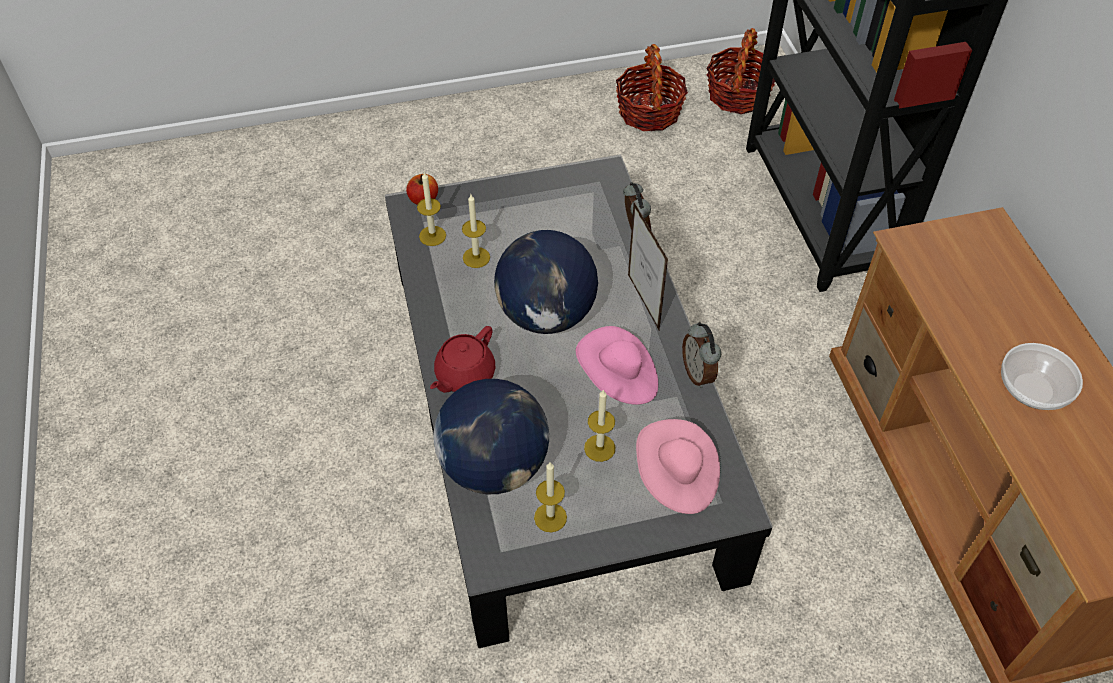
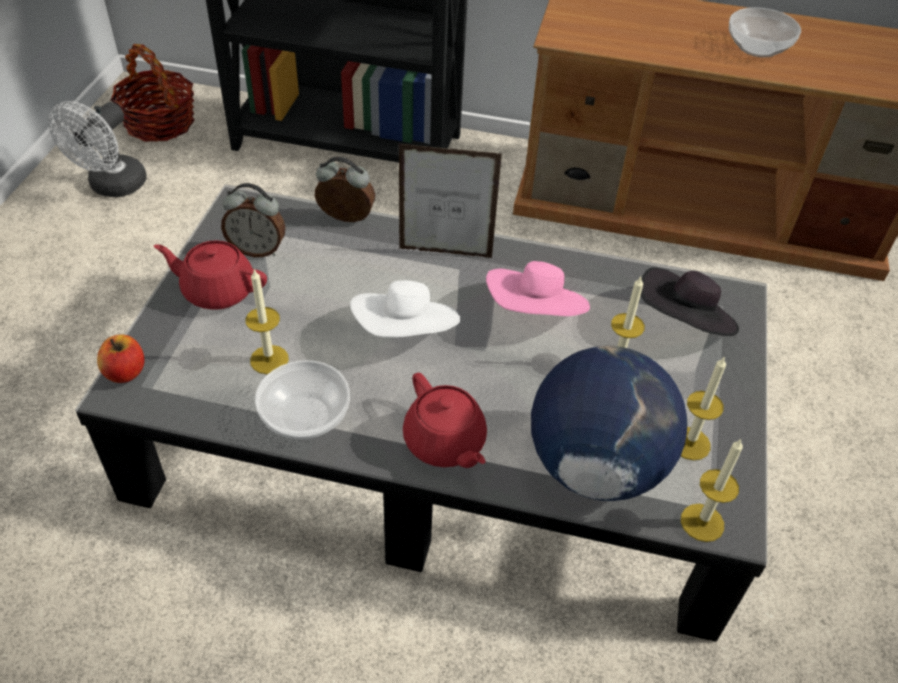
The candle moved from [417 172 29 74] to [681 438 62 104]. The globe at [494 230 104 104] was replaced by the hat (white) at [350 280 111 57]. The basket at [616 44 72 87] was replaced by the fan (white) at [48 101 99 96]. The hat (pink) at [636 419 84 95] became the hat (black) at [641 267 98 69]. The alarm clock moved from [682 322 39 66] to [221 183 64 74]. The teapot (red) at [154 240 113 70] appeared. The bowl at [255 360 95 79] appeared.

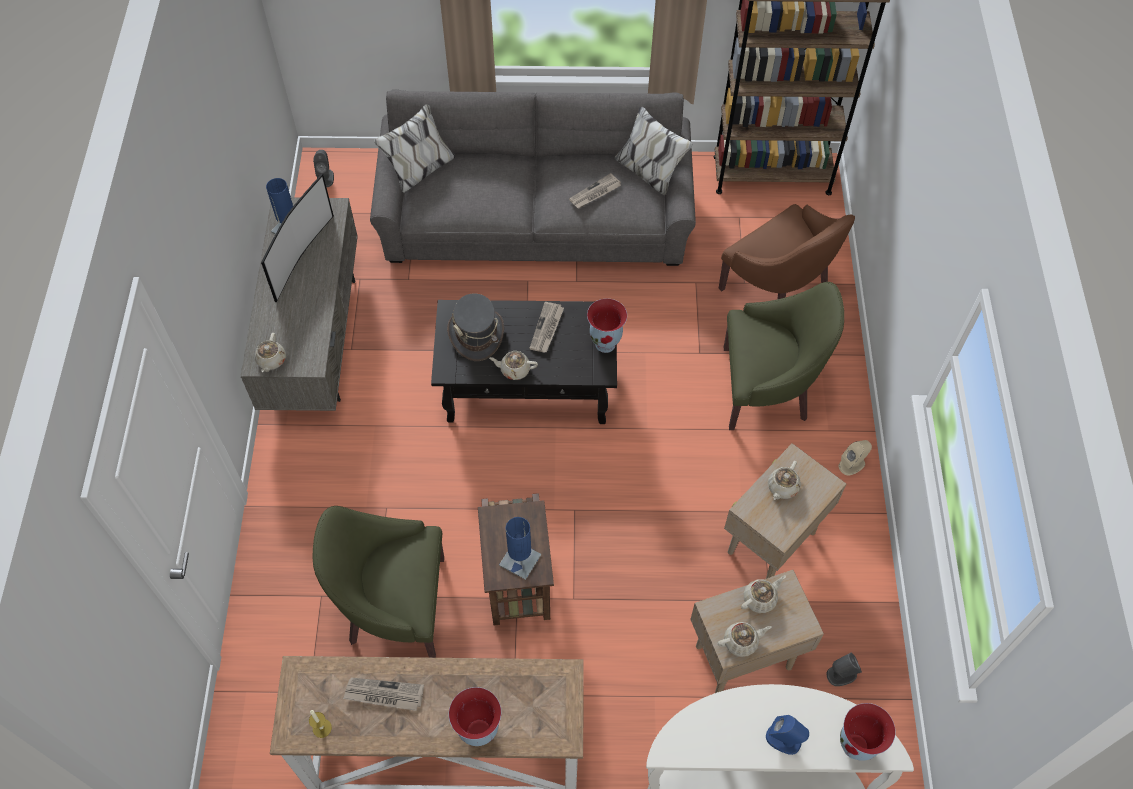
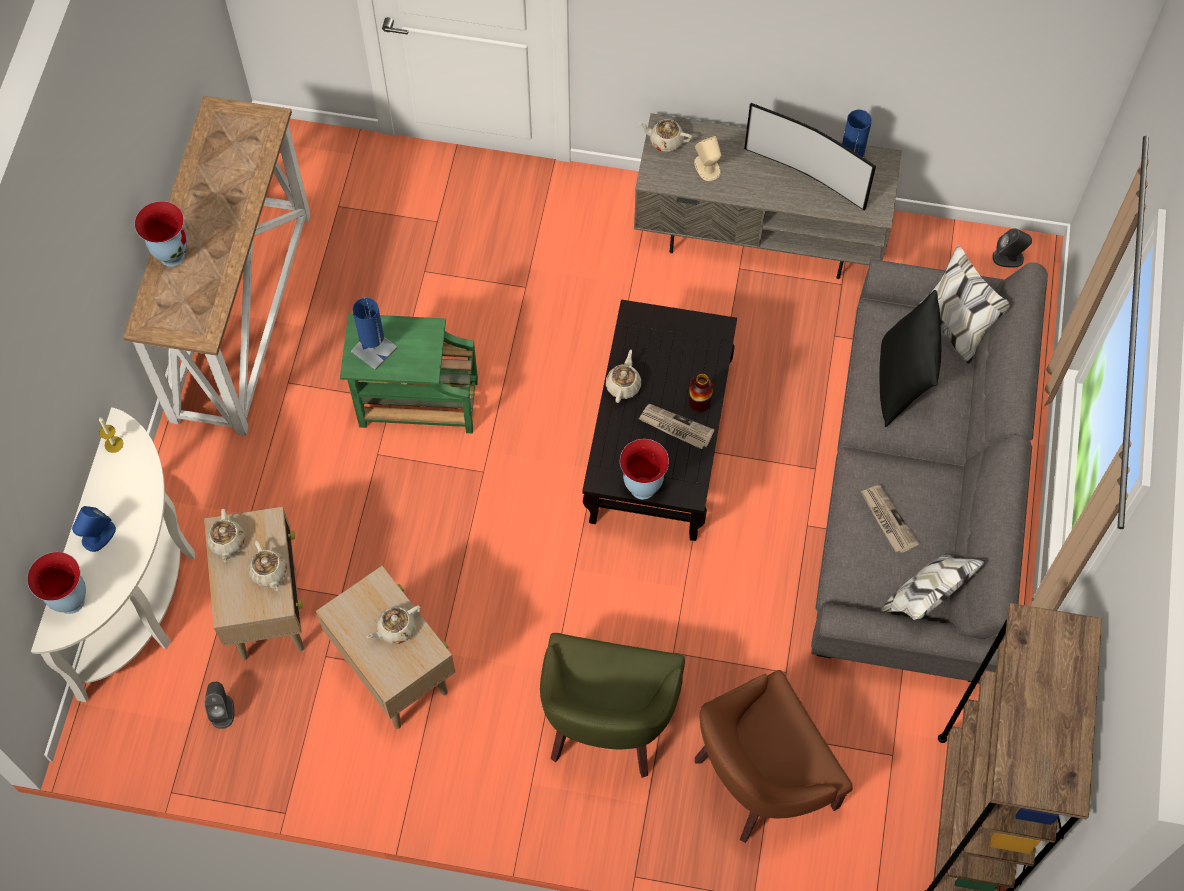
The candle moved from [309 710 23 28] to [99 418 24 35]. The armchair (green) at [313 506 131 152] disappeared. The newspaper at [343 678 81 33] disappeared. The hat (grey) at [447 293 57 68] disappeared. The side table (brown) at [478 493 76 132] became the side table (green) at [340 314 138 119]. The teapot (beige) at [768 461 33 39] turned 75 degrees counterclockwise. The speaker (beige) moved from [839 440 33 36] to [694 136 27 45]. The vase at [689 374 24 39] appeared. The pillow (black) at [879 290 62 137] appeared.

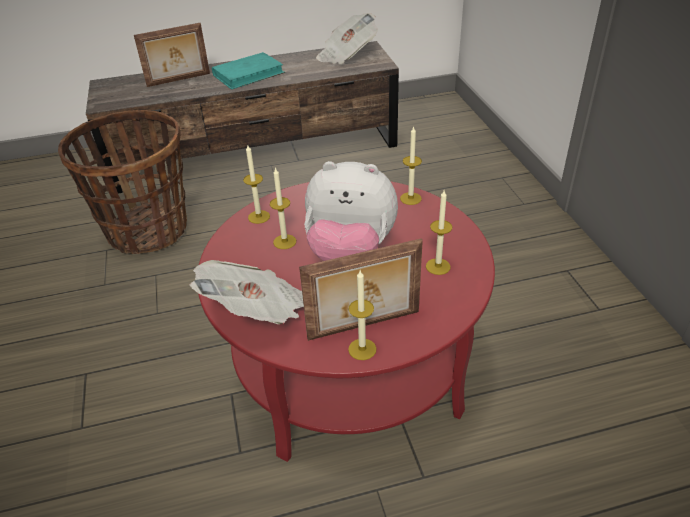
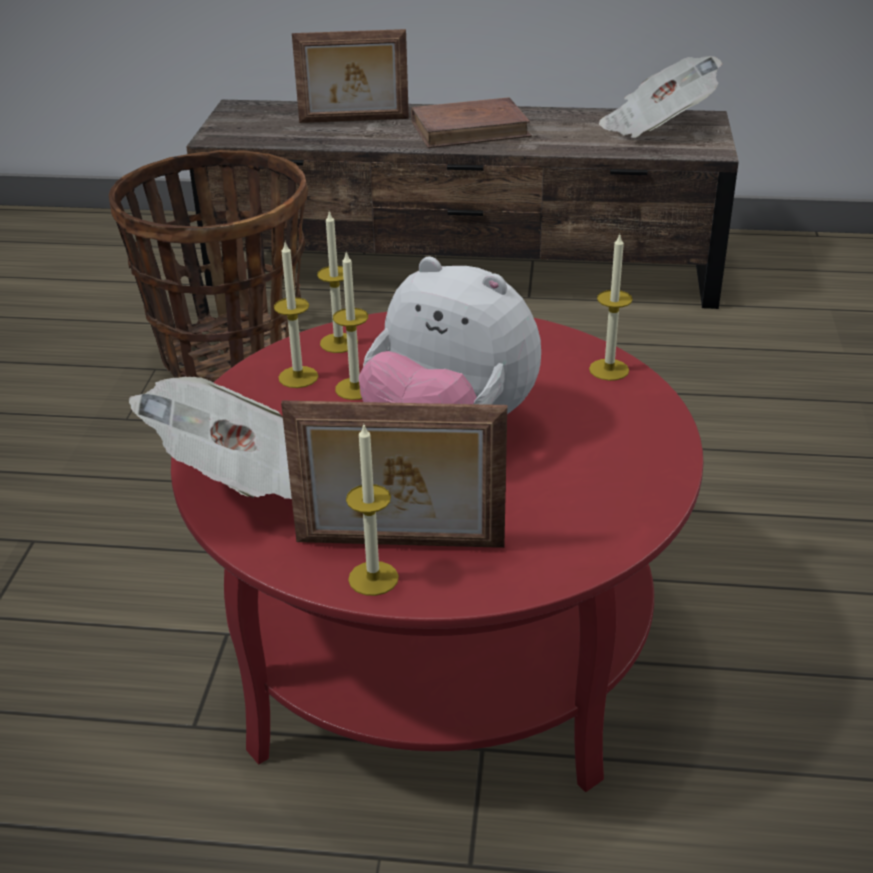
The book (turquoise) at [212 52 73 38] became the book (brown) at [411 97 121 51]. The candle moved from [426 190 26 85] to [274 243 45 145].

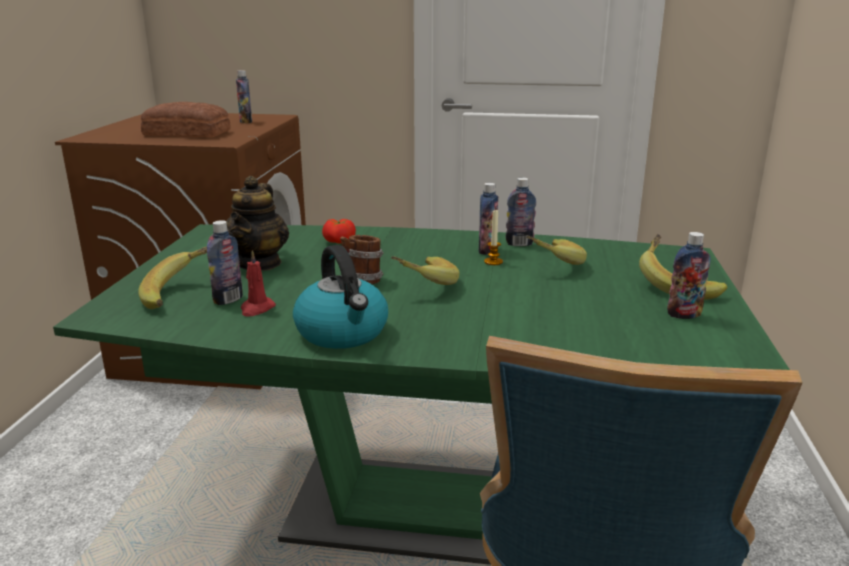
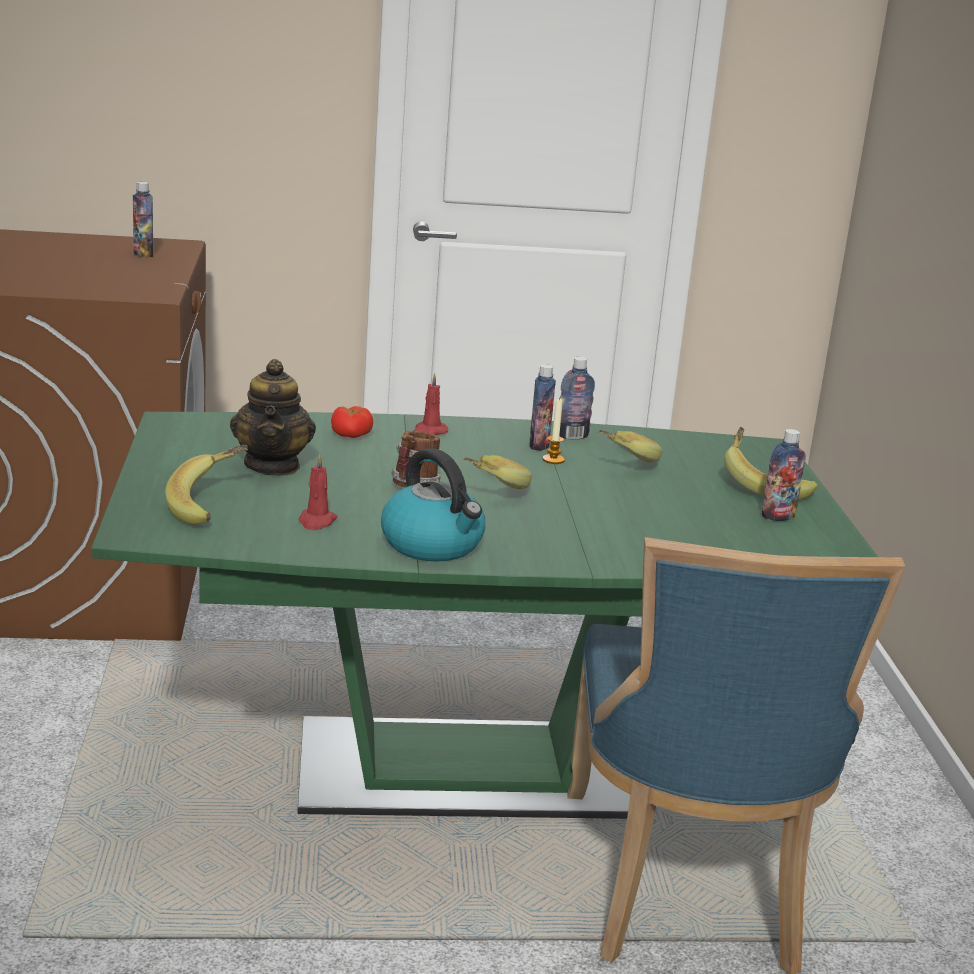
The bread at [141 102 90 35] disappeared. The bottle at [207 220 36 85] disappeared. The candle (red) at [413 373 35 62] appeared.

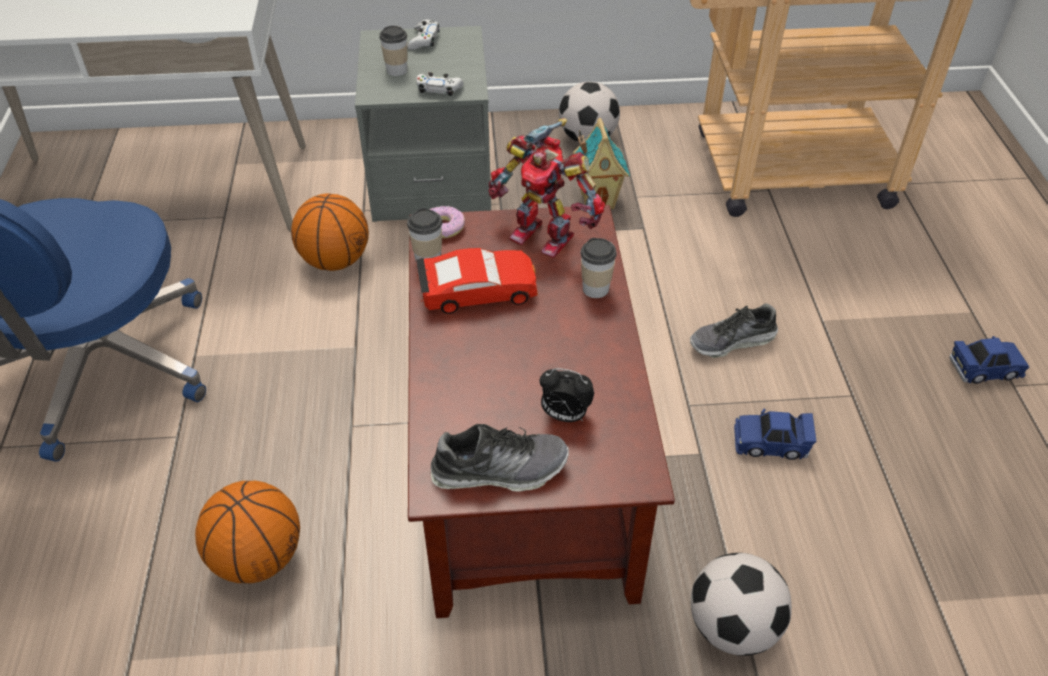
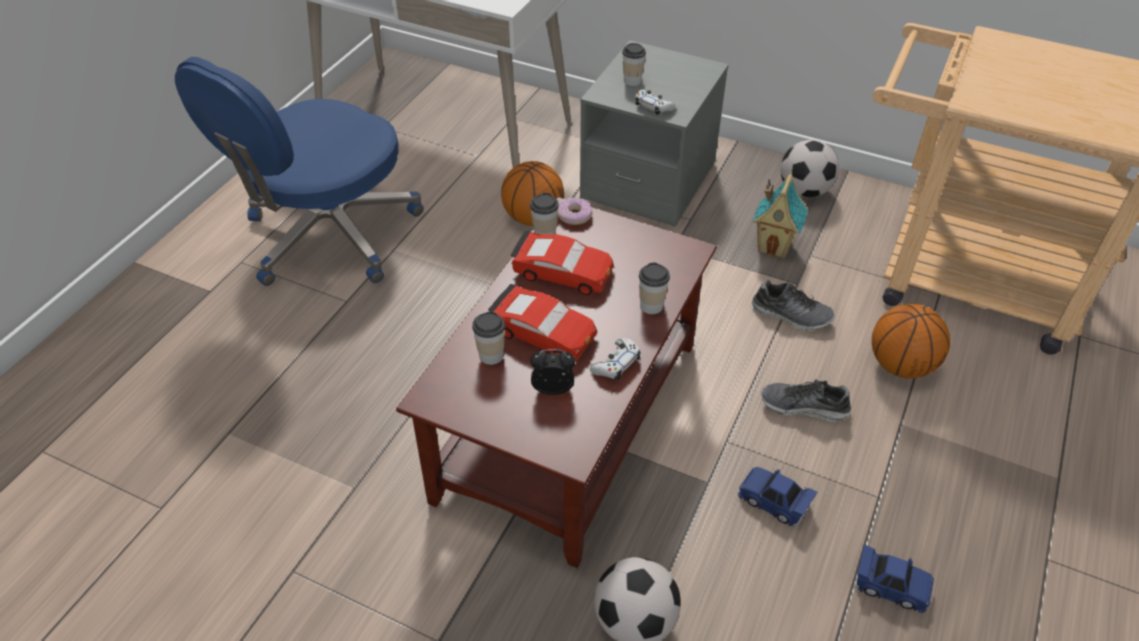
The basketball moved from [195 481 105 102] to [872 304 78 75]. The game controller (white) moved from [407 20 32 30] to [590 338 51 42]. The shoe moved from [431 424 138 68] to [751 280 83 51]. The toy robot at [488 118 117 140] disappeared. The alarm clock at [540 368 54 54] turned 135 degrees clockwise. The toy car (blue) moved from [950 336 79 48] to [855 544 79 69]. The cup at [472 311 33 54] appeared. The toy car (red) at [488 284 109 77] appeared.

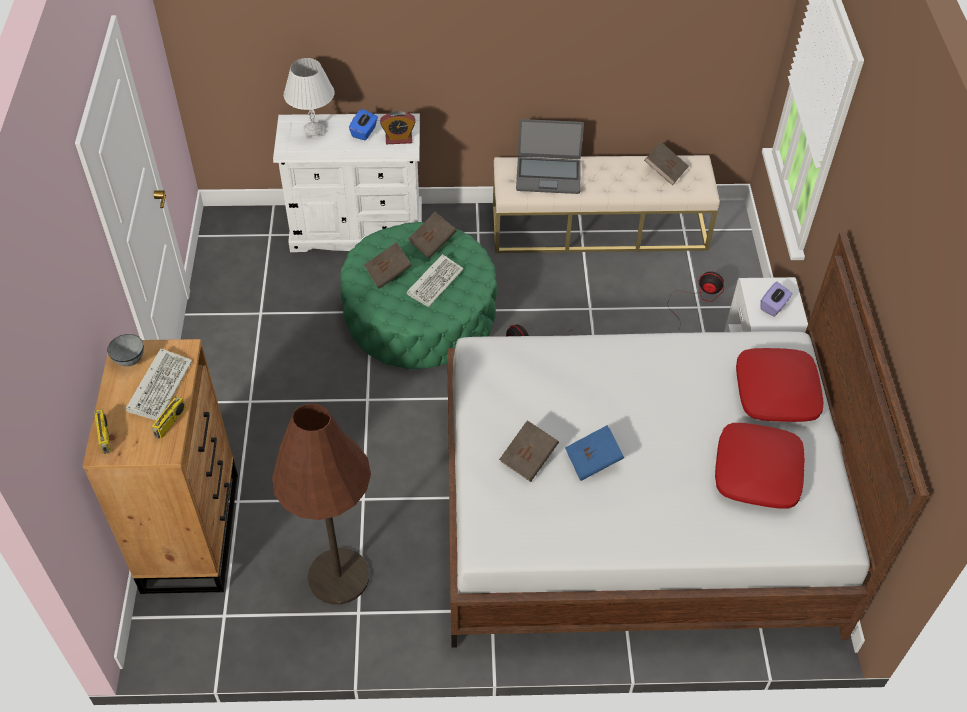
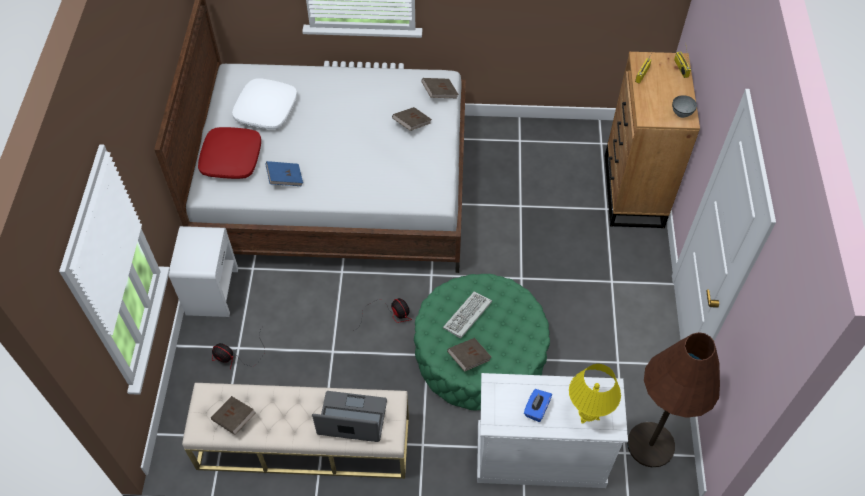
The keyboard at [126 348 67 72] disappeared. The floor lamp (brown) moved from [272 404 99 200] to [627 332 93 136]. The table lamp (white) at [284 58 50 81] became the table lamp (yellow) at [569 364 52 60]. The book (brown) moved from [364 242 48 47] to [421 78 38 20]. The alarm clock at [380 111 36 33] disappeared. The book (blue) moved from [565 425 59 56] to [265 161 38 25]. The pillow (red) at [715 423 90 86] became the pillow (white) at [232 78 65 51]. The tissue box (purple) at [760 282 33 35] disappeared.

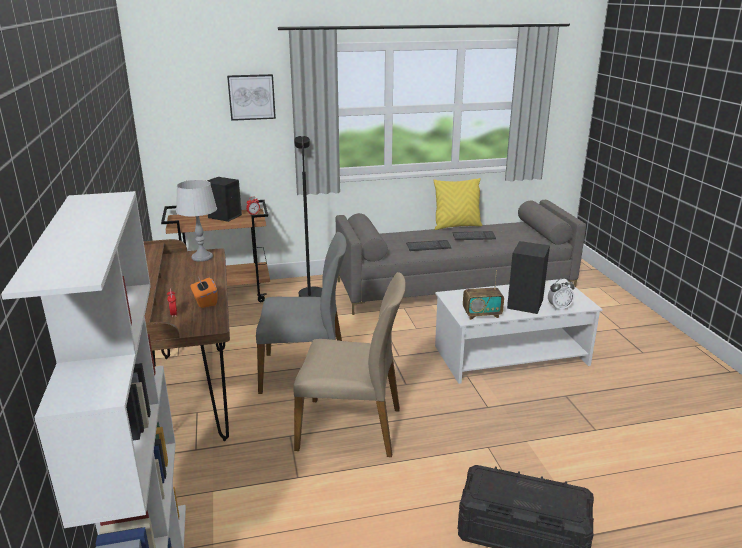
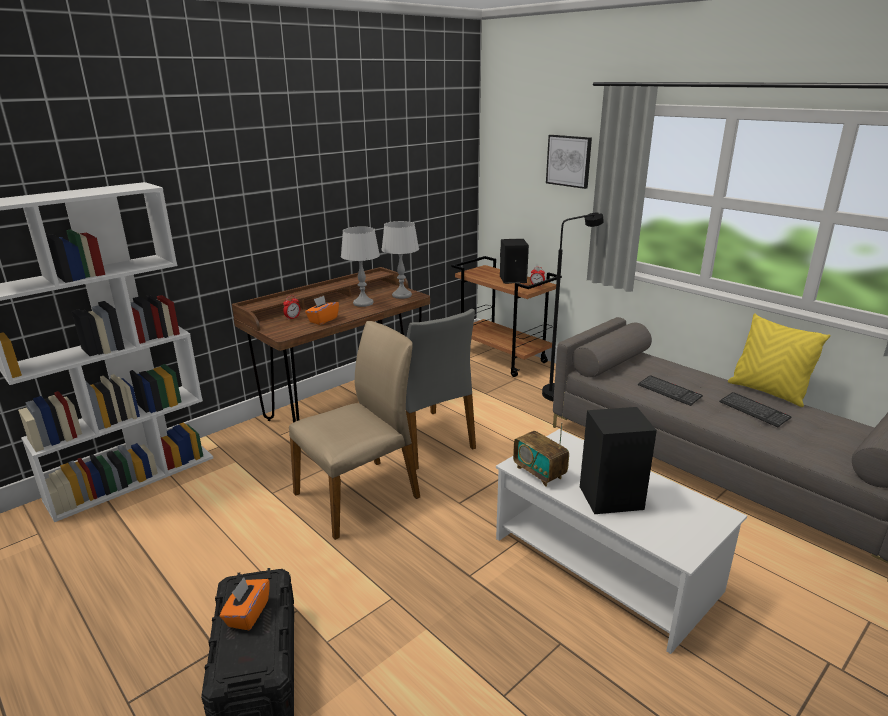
The chair (beige) at [293 272 113 185] turned 105 degrees counterclockwise. The alarm clock at [548 278 27 32] disappeared. The tissue box (orange) at [220 577 50 53] appeared. The table lamp (grey) at [341 227 39 80] appeared.

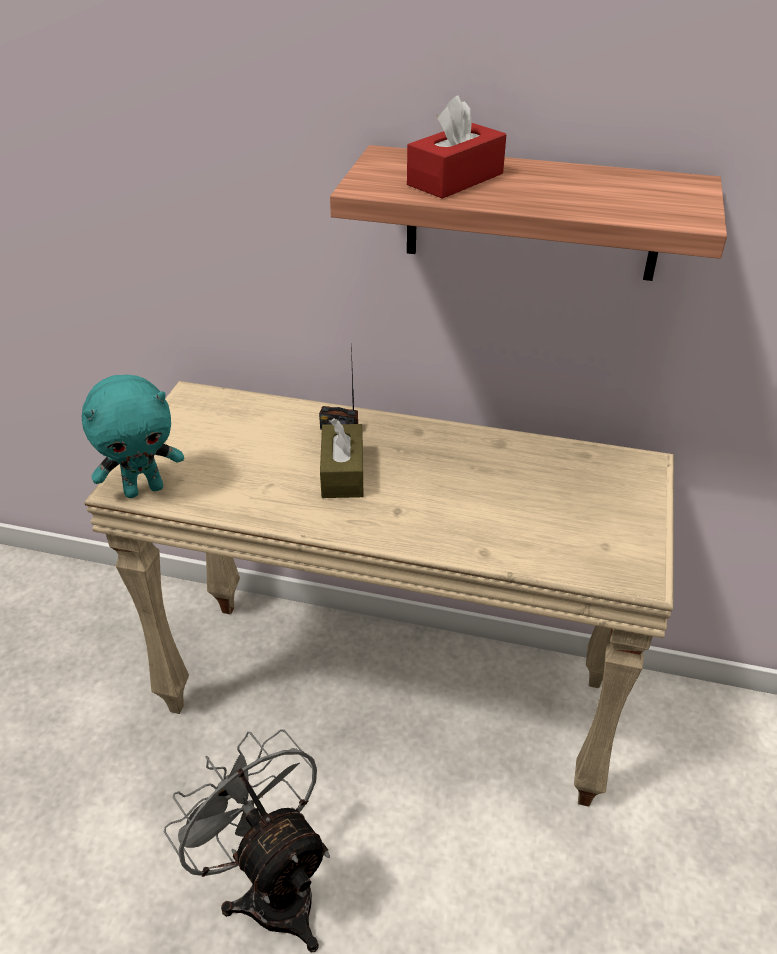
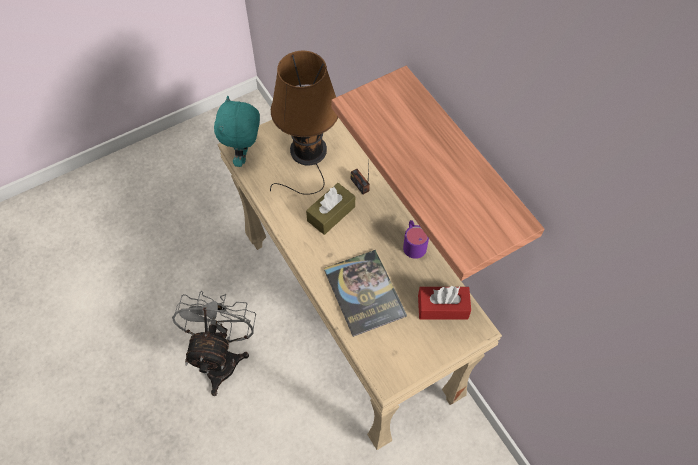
The plush toy (turquoise) at [82 375 102 123] turned 75 degrees clockwise. The tissue box (red) moved from [407 95 99 104] to [418 286 53 34]. The table lamp (brown) at [270 51 68 144] appeared. The book at [324 250 83 87] appeared. The mug (purple) at [403 220 26 39] appeared.

